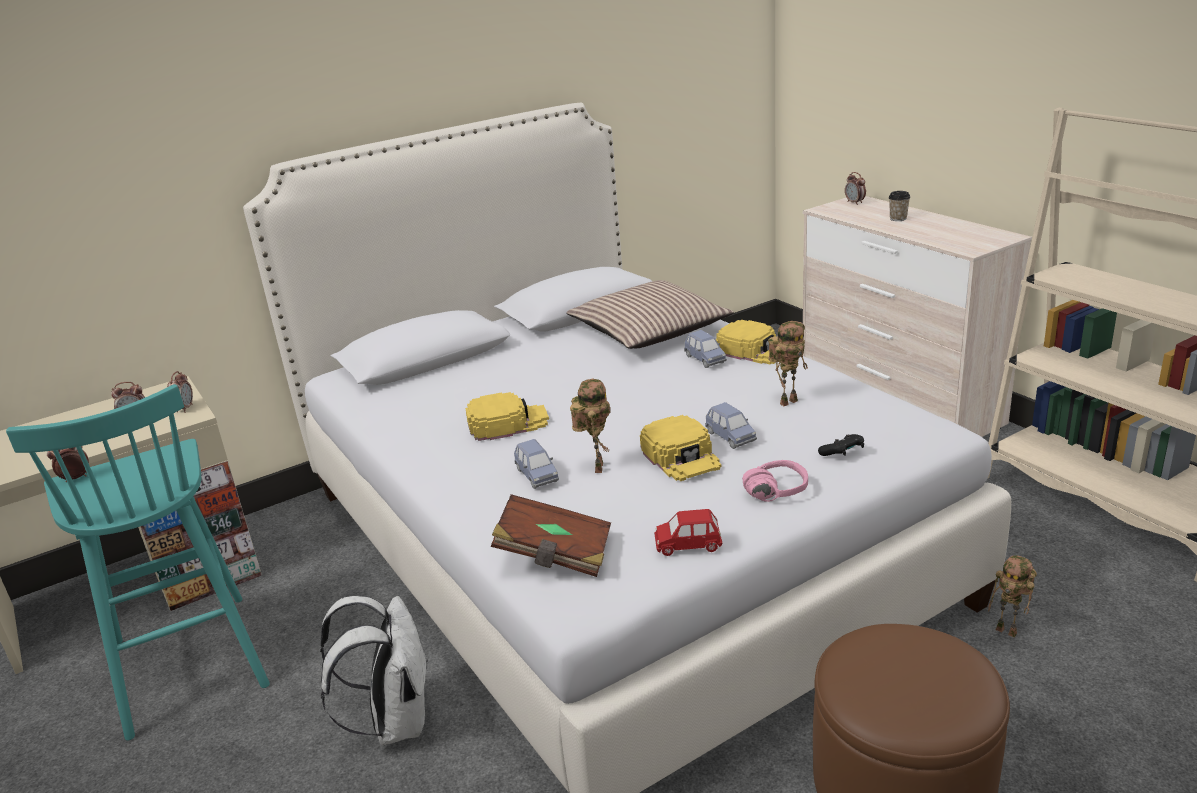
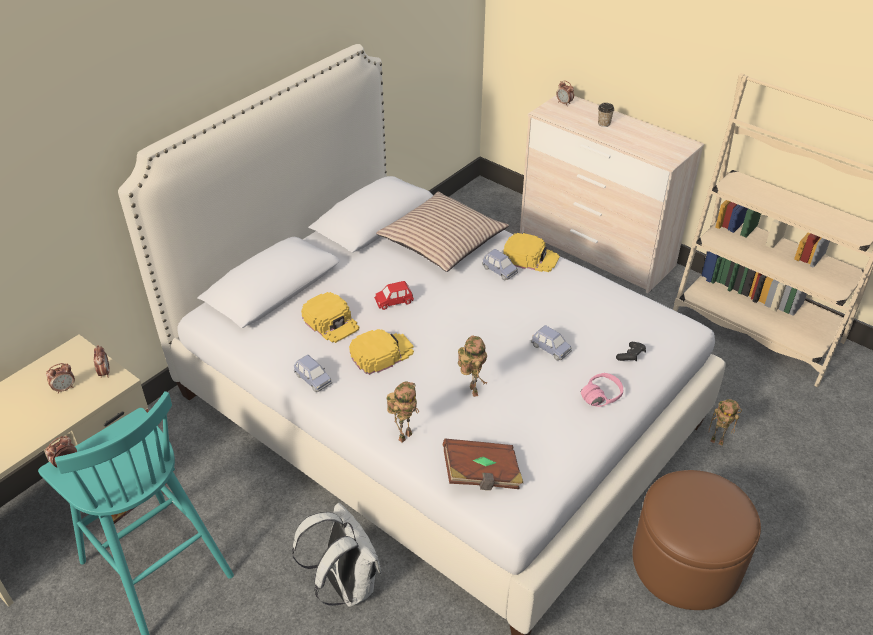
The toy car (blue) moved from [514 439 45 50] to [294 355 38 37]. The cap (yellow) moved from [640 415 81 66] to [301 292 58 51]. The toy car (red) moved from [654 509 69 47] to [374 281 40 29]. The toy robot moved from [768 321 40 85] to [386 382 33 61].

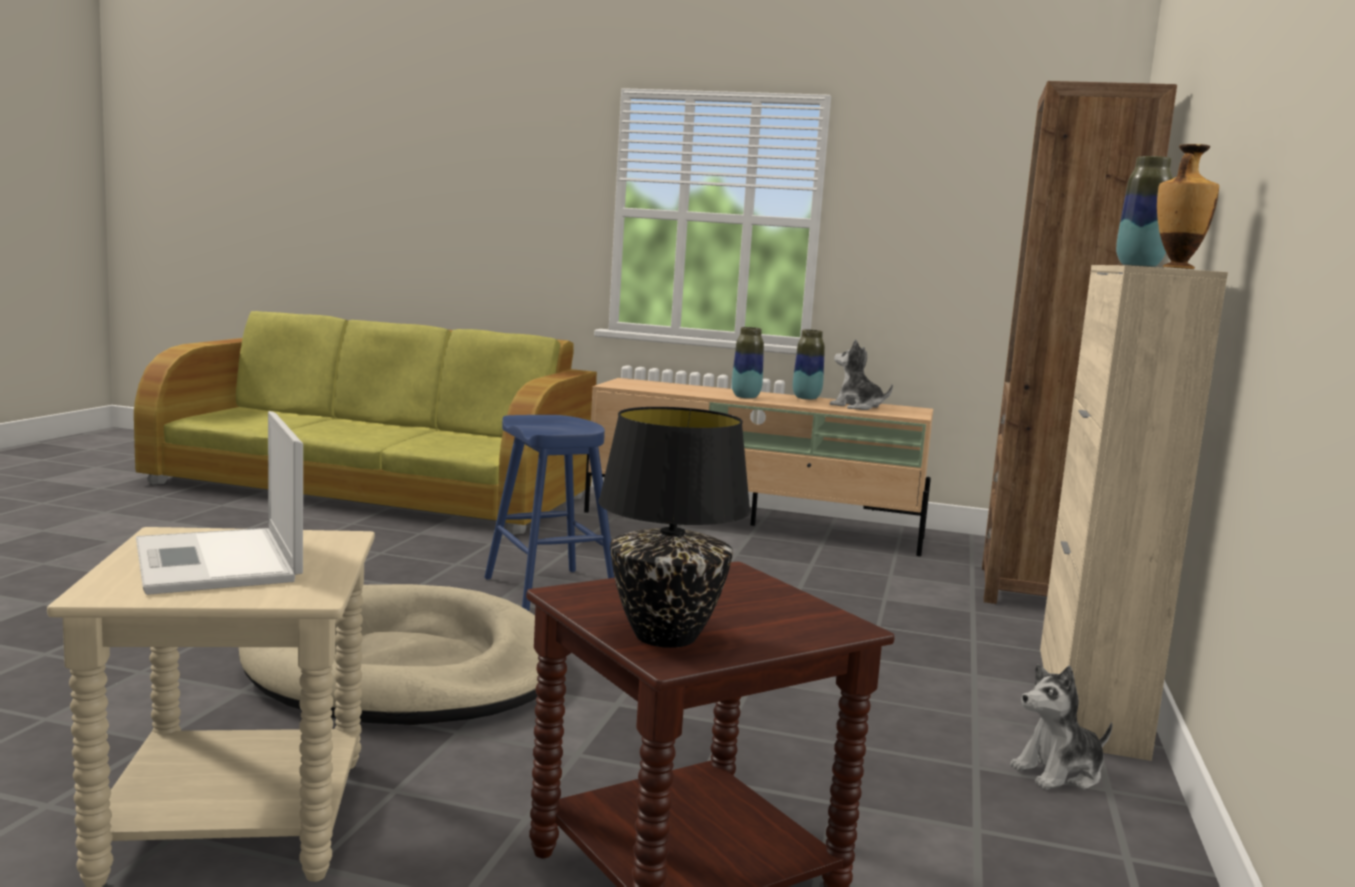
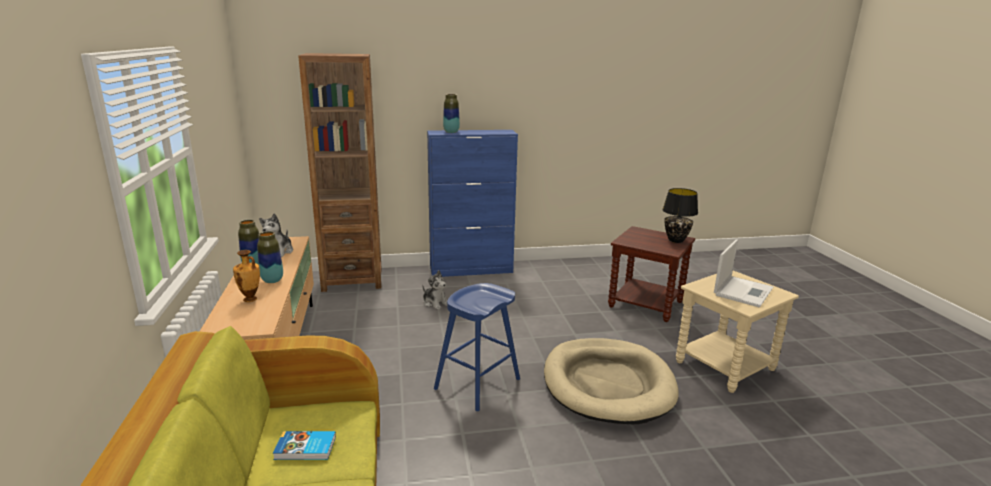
The plush toy moved from [1010 664 103 126] to [422 270 25 40]. The cabinet (beige) at [1040 265 188 496] became the cabinet (blue) at [427 130 91 147]. The vase moved from [1157 144 62 125] to [233 250 27 52]. The book at [273 431 63 29] appeared.

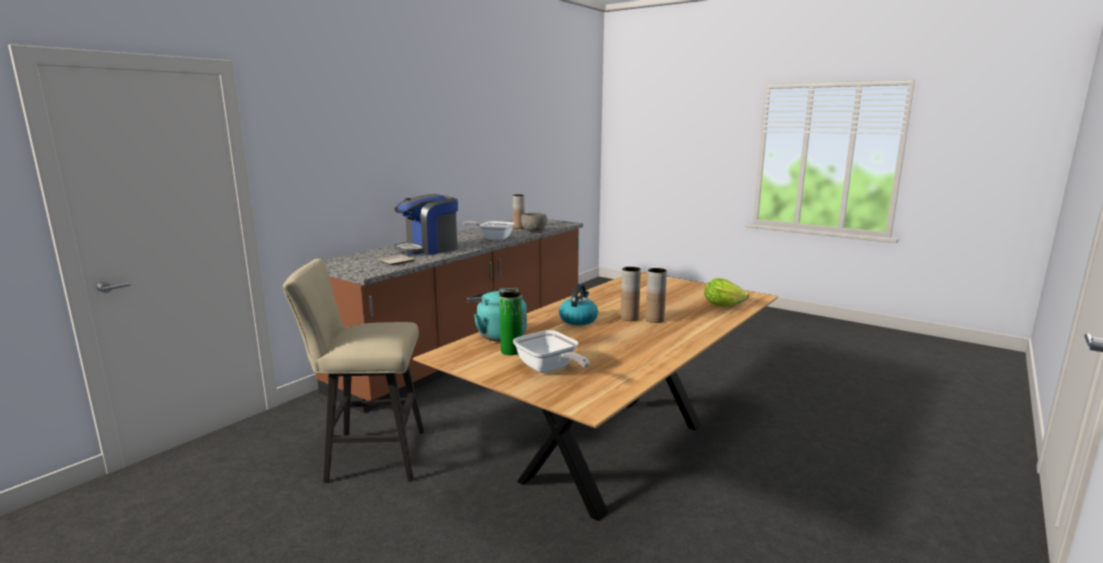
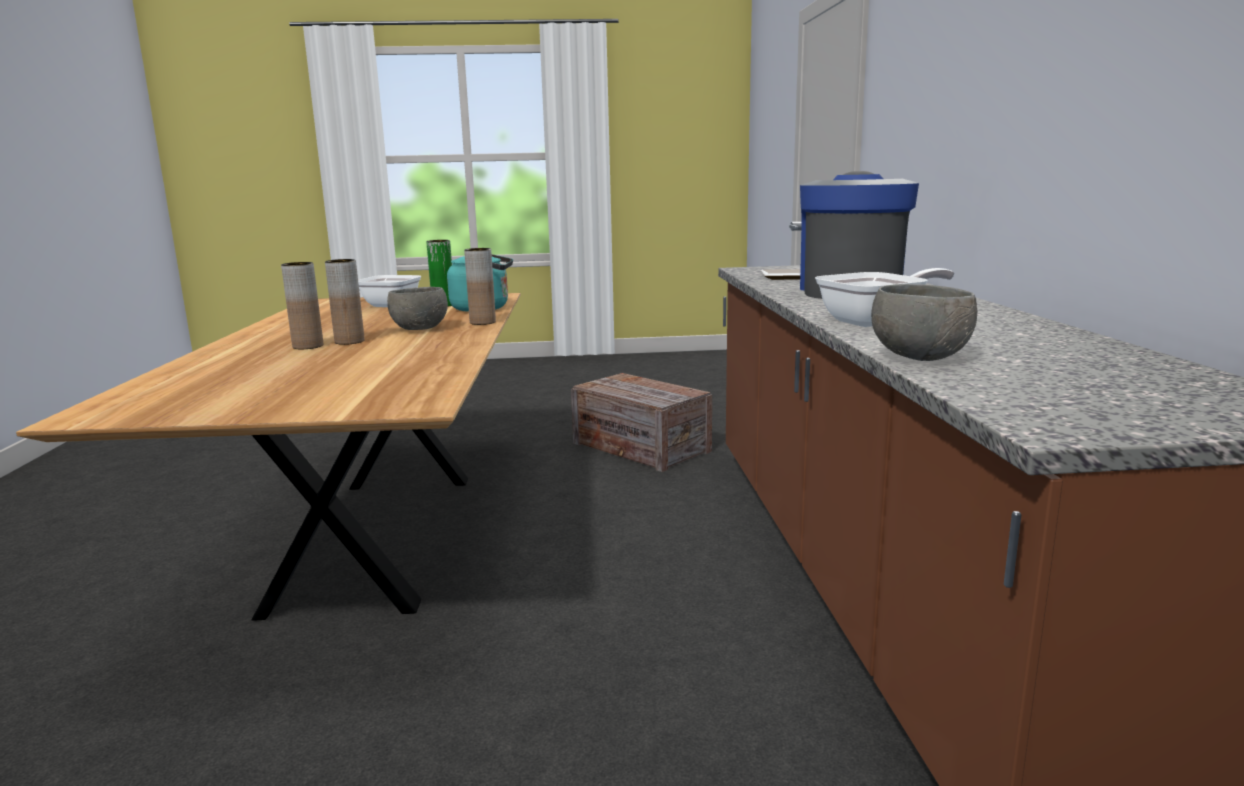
The stool (beige) at [283 259 141 224] was replaced by the crate at [571 373 141 99]. The vase (brown) moved from [513 195 12 34] to [464 248 32 77]. The kettle at [559 284 39 41] was replaced by the bowl (grey) at [387 287 61 43]. The lettuce at [704 278 45 29] disappeared.

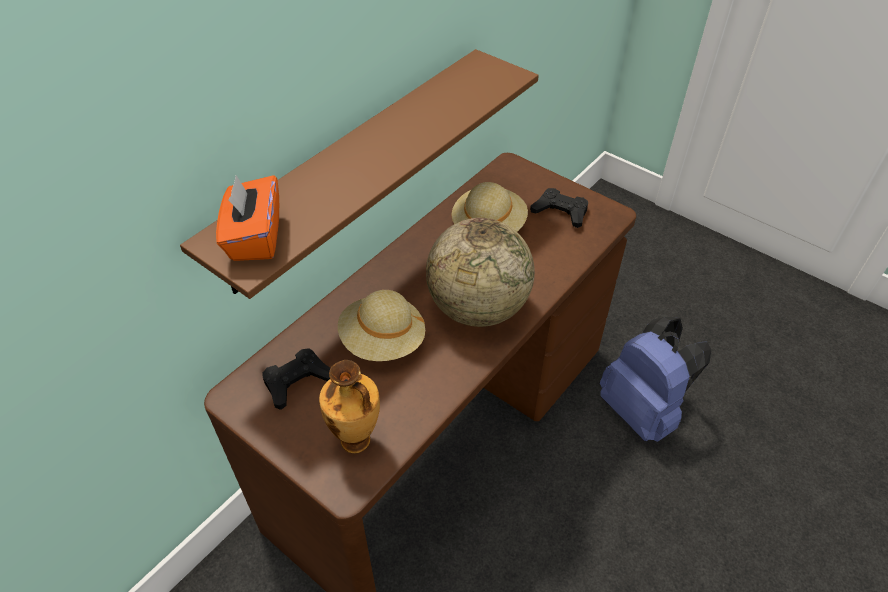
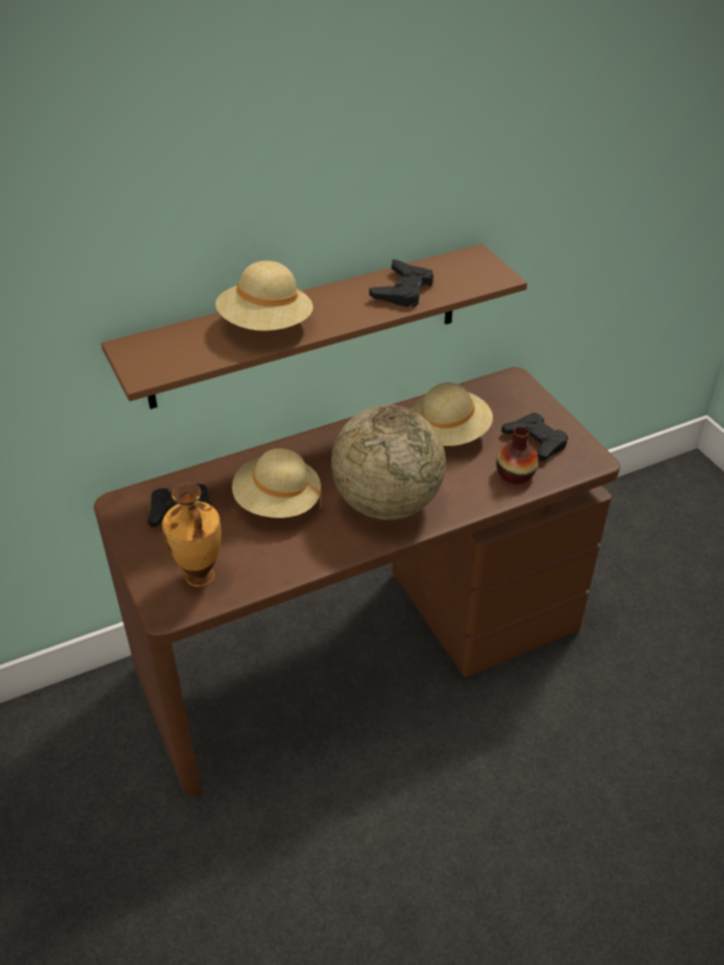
The tissue box (orange) at [216 175 63 86] disappeared. The backpack (blue) at [600 317 111 125] disappeared. The hat (beige) at [215 261 98 70] appeared. The game controller (black) at [369 259 65 48] appeared. The vase at [496 426 42 58] appeared.

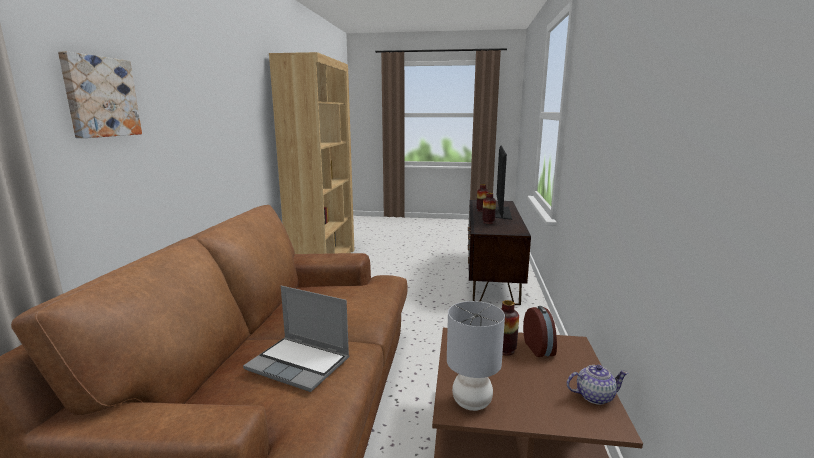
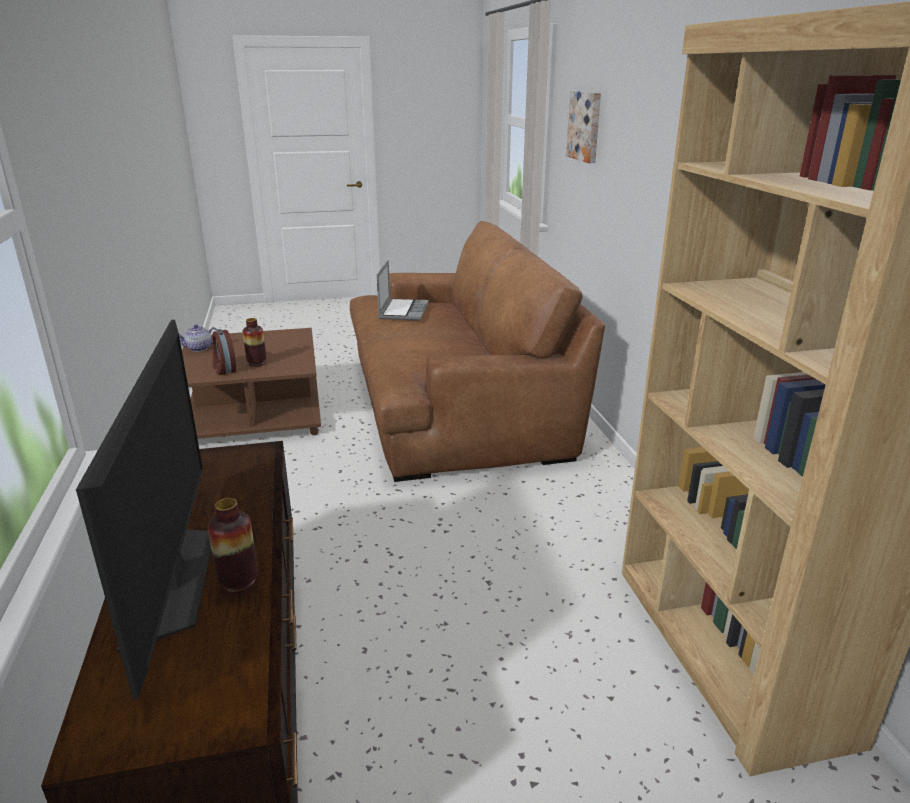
The laptop at [243 286 106 106] turned 90 degrees clockwise. The table lamp (grey) at [447 301 58 110] disappeared. The vase at [482 193 14 31] disappeared.

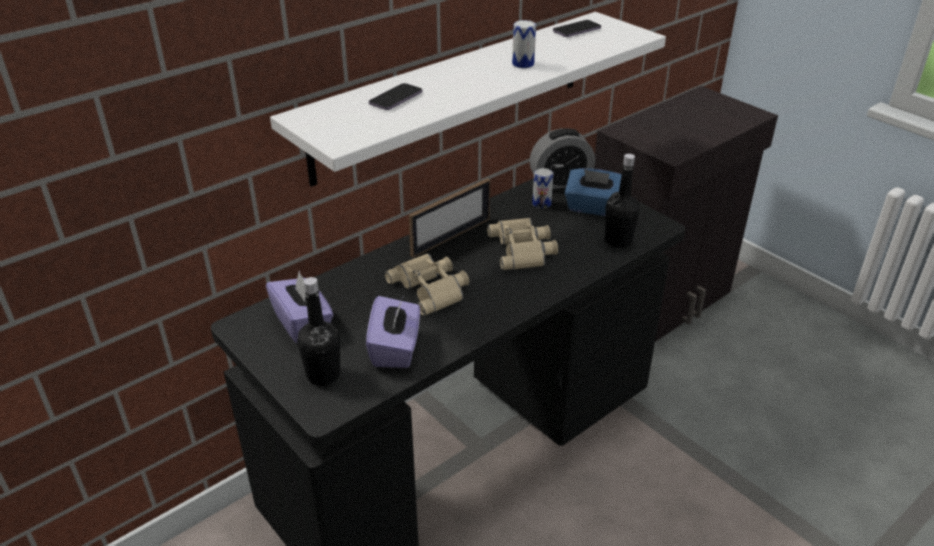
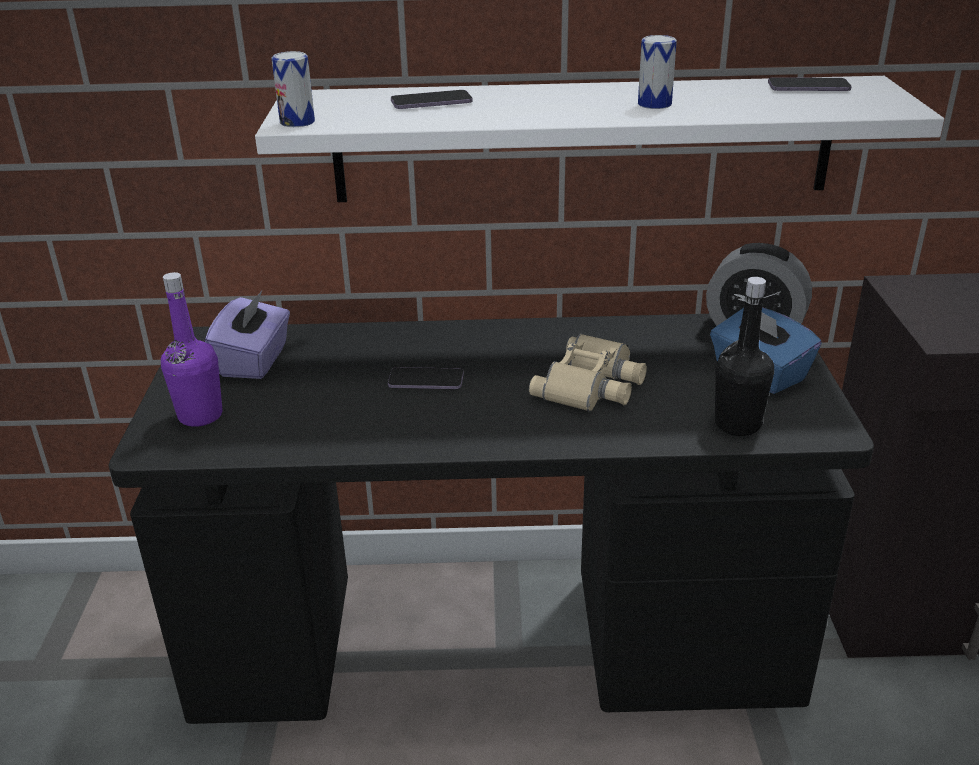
The bottle (black) at [297 277 43 109] became the bottle (purple) at [161 272 61 155]. The tissue box (purple) at [366 296 54 72] disappeared. The binoculars (beige) at [385 253 84 63] was replaced by the phone at [388 367 76 22]. The picture frame at [409 178 81 80] disappeared. The can moved from [532 168 22 41] to [271 51 44 76].

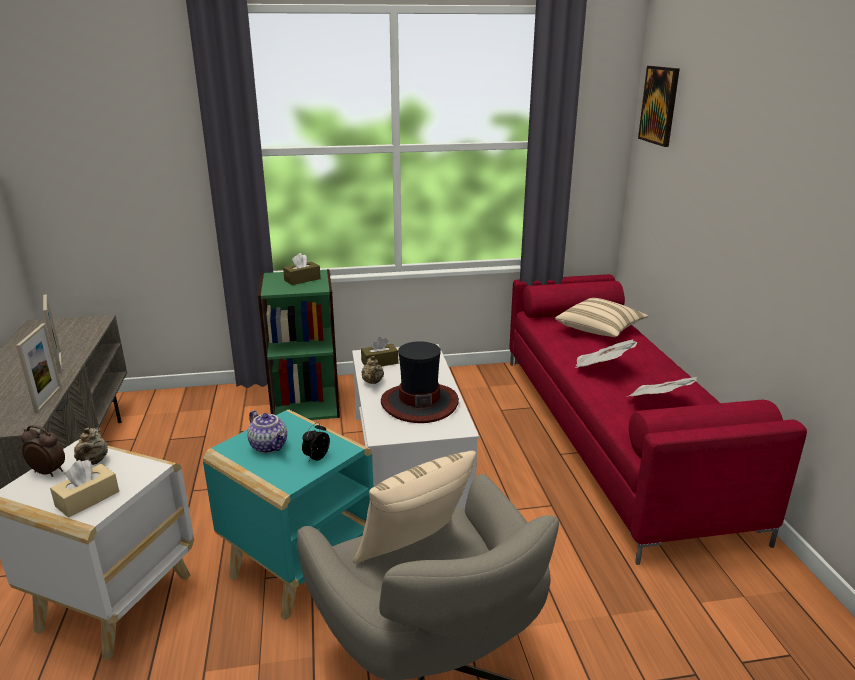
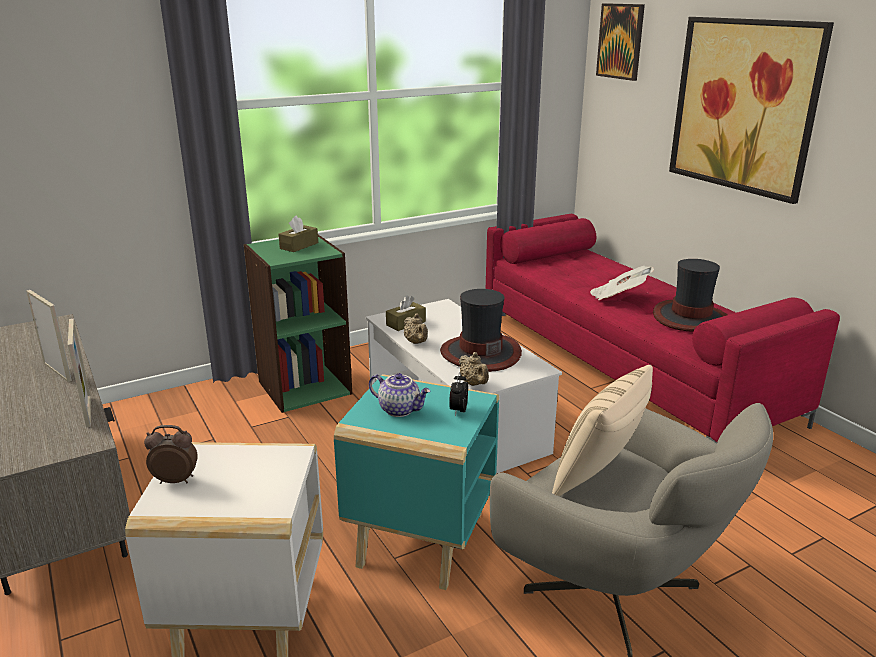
The tissue box (beige) at [50 460 69 58] disappeared. The teapot (beige) moved from [74 428 34 37] to [459 352 30 34]. The pillow (beige) at [555 298 93 39] disappeared. The newspaper at [626 377 71 20] was replaced by the hat at [653 259 74 73]. The picture at [669 17 165 187] appeared.

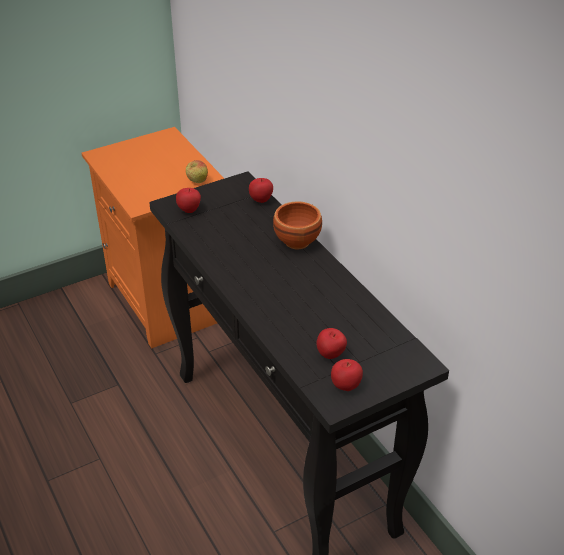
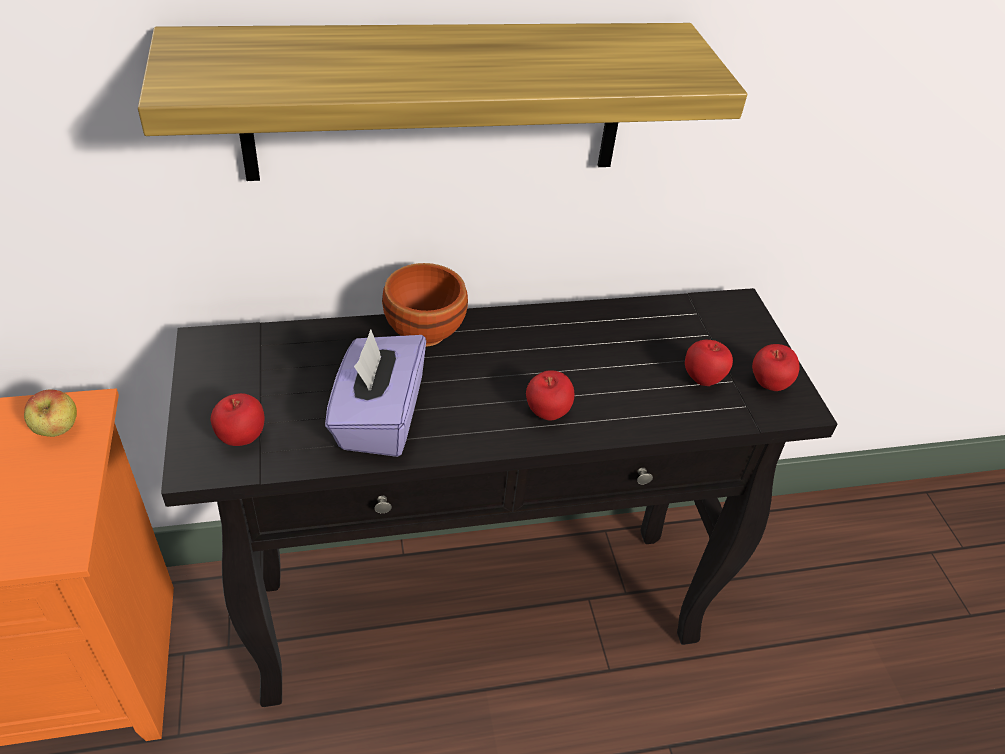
The apple moved from [249 178 24 25] to [526 370 48 51]. The shelf at [138 23 609 158] appeared. The tissue box (purple) at [325 329 101 128] appeared.

